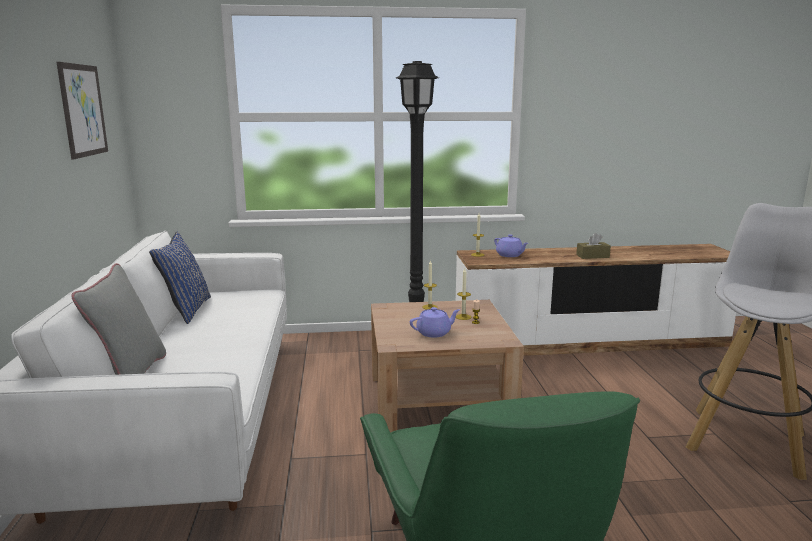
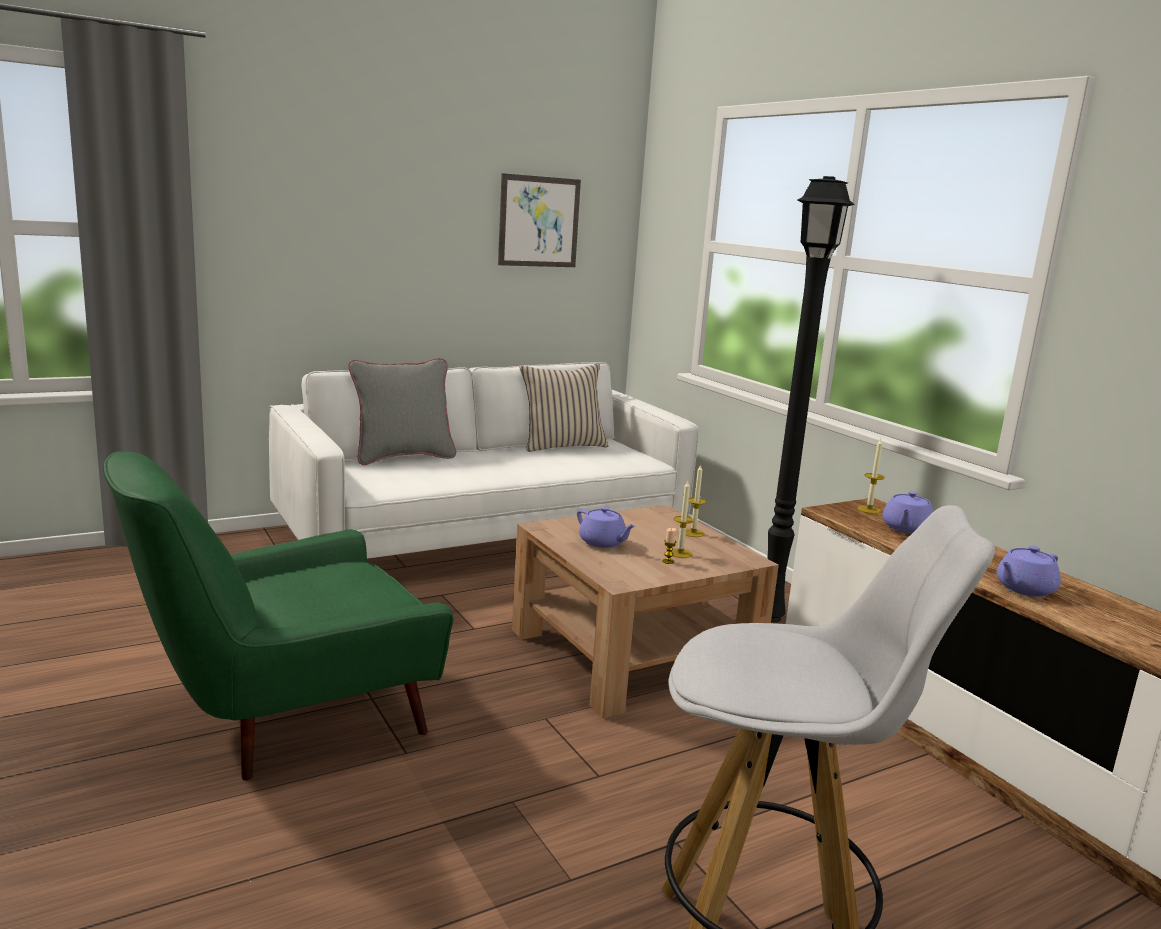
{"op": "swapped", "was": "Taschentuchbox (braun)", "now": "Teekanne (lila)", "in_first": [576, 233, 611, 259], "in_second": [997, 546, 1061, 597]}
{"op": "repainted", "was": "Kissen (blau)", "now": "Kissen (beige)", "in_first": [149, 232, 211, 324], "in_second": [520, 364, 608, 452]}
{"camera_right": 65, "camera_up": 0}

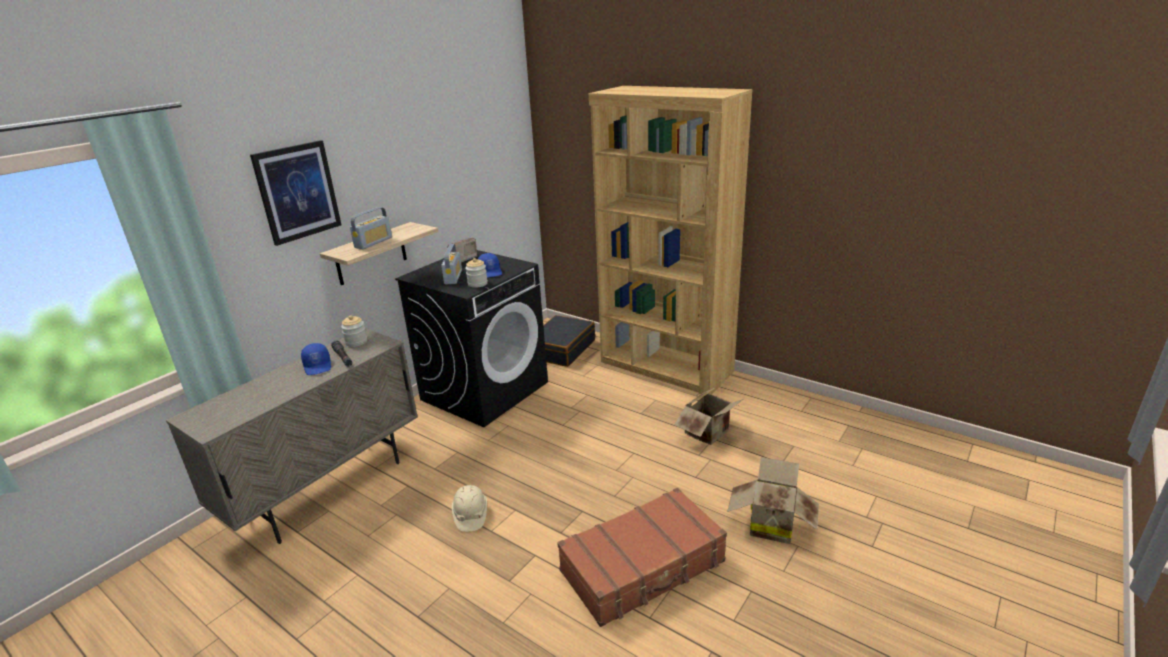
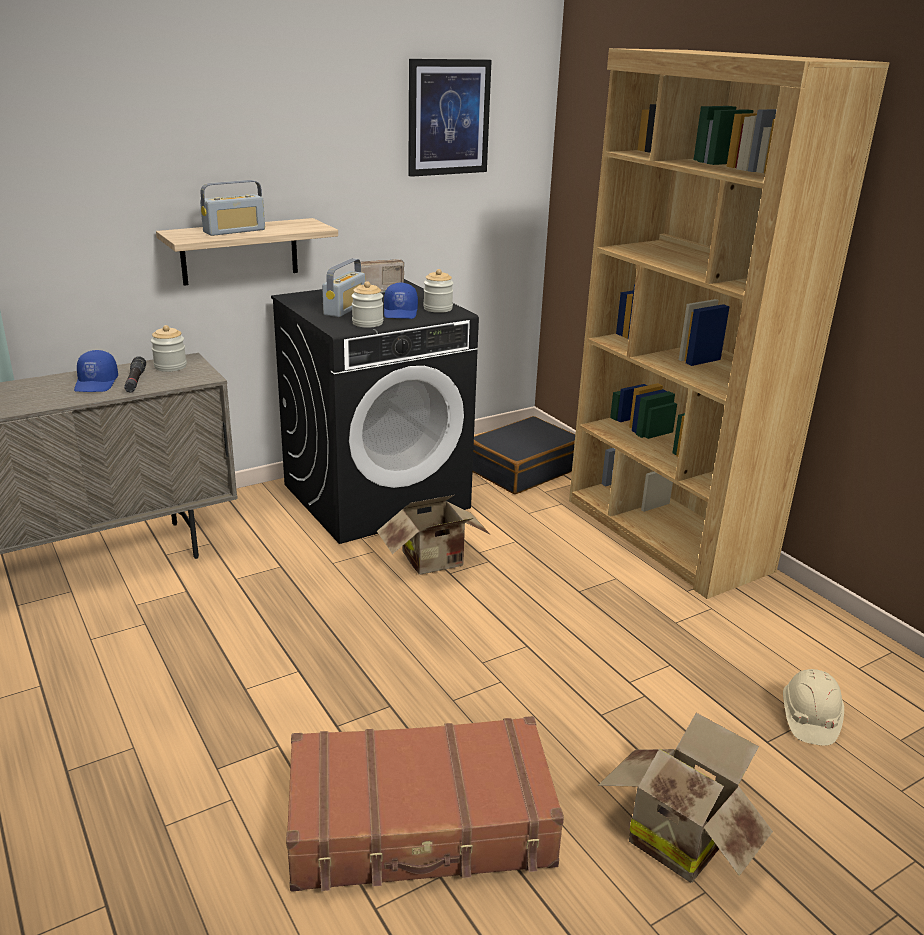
{"op": "new", "now": "Vorratsglas", "in_second": [423, 269, 453, 313]}
{"op": "shifted", "was": "Bild", "in_first": [250, 140, 342, 246], "in_second": [408, 59, 492, 177]}
{"op": "shifted", "was": "Schutzhelm (beige)", "in_first": [452, 485, 487, 532], "in_second": [783, 669, 844, 746]}
{"op": "shifted", "was": "Karton", "in_first": [675, 388, 743, 445], "in_second": [377, 495, 490, 575]}
{"camera_right": 20, "camera_up": 0}

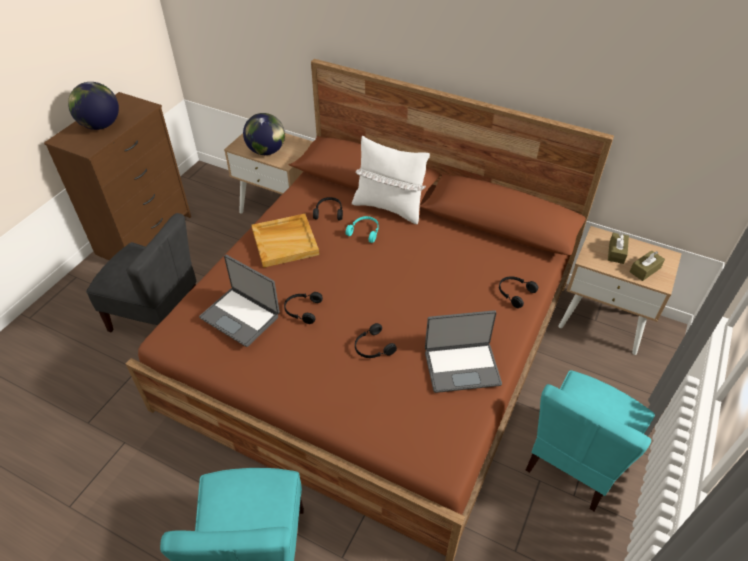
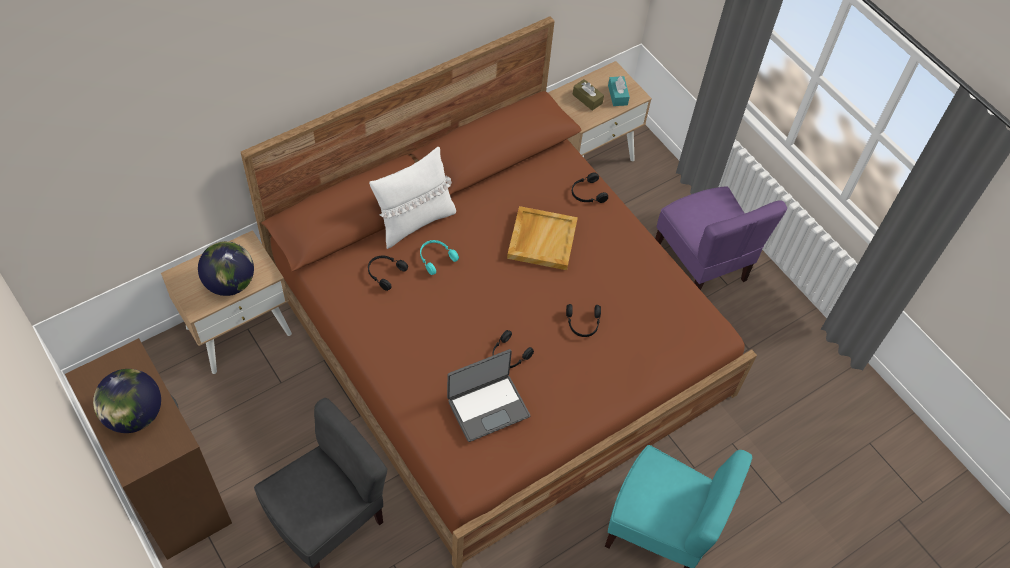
{"op": "gone", "was": "Laptop", "in_first": [425, 310, 502, 393]}
{"op": "shifted", "was": "Tablett (beige)", "in_first": [252, 214, 319, 268], "in_second": [507, 206, 578, 270]}
{"op": "repainted", "was": "Stuhl (türkis)", "now": "Stuhl (lila)", "in_first": [526, 370, 655, 511], "in_second": [655, 186, 787, 290]}
{"op": "repainted", "was": "Taschentuchbox (braun)", "now": "Taschentuchbox (türkis)", "in_first": [630, 250, 665, 281], "in_second": [608, 76, 630, 106]}
{"camera_right": -65, "camera_up": 10}

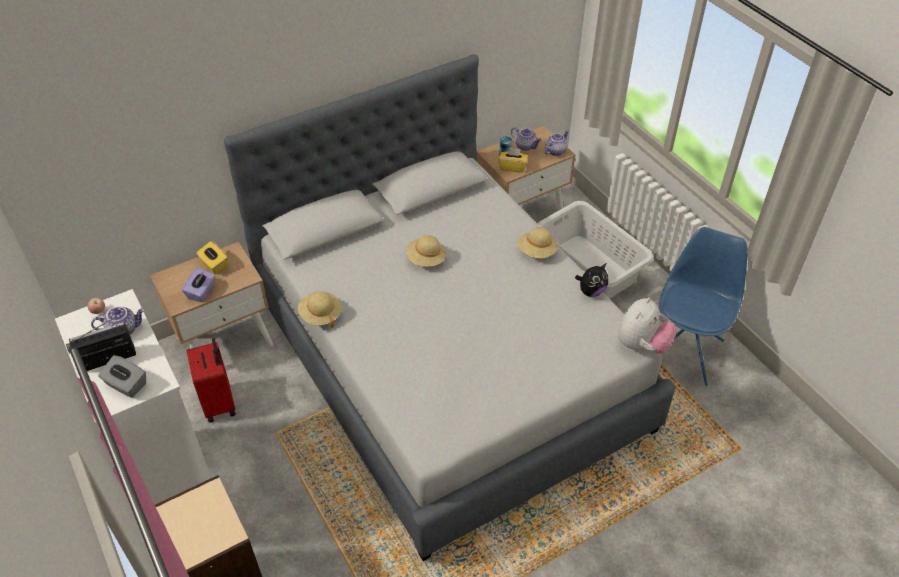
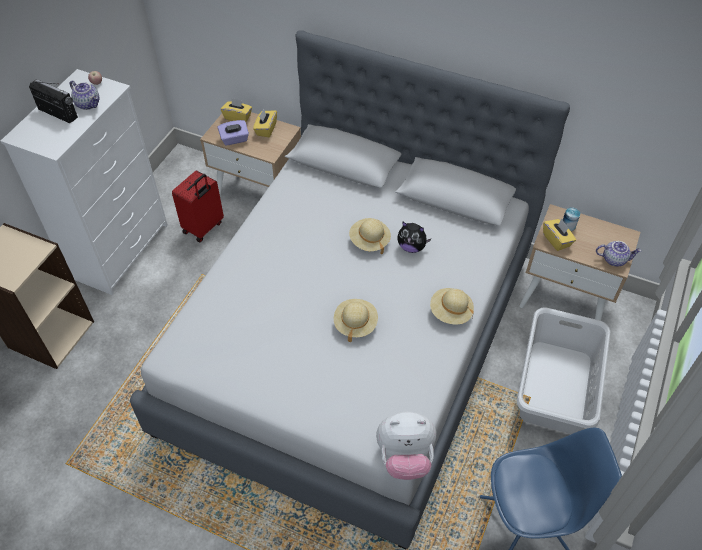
{"op": "gone", "was": "Taschentuchbox (grau)", "in_first": [98, 355, 146, 398]}
{"op": "gone", "was": "Teekanne", "in_first": [511, 127, 542, 151]}
{"op": "new", "now": "Taschentuchbox (gelb)", "in_second": [221, 98, 252, 122]}
{"op": "shifted", "was": "Hut (beige)", "in_first": [298, 291, 342, 328], "in_second": [334, 299, 378, 343]}
{"op": "shifted", "was": "Plüschtier", "in_first": [575, 263, 608, 297], "in_second": [397, 221, 431, 253]}
{"camera_right": 55, "camera_up": 5}

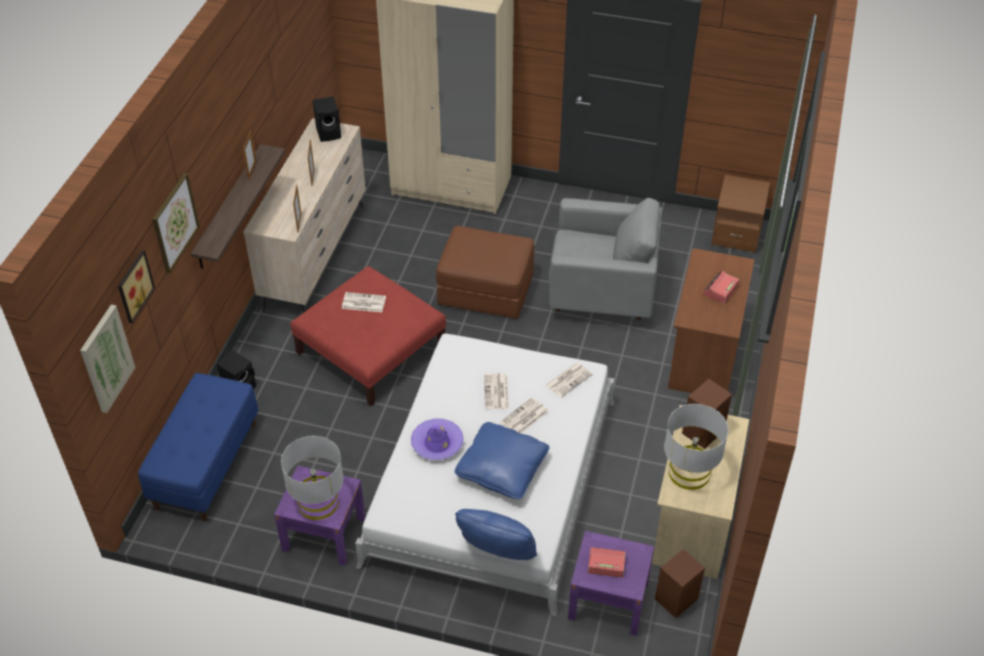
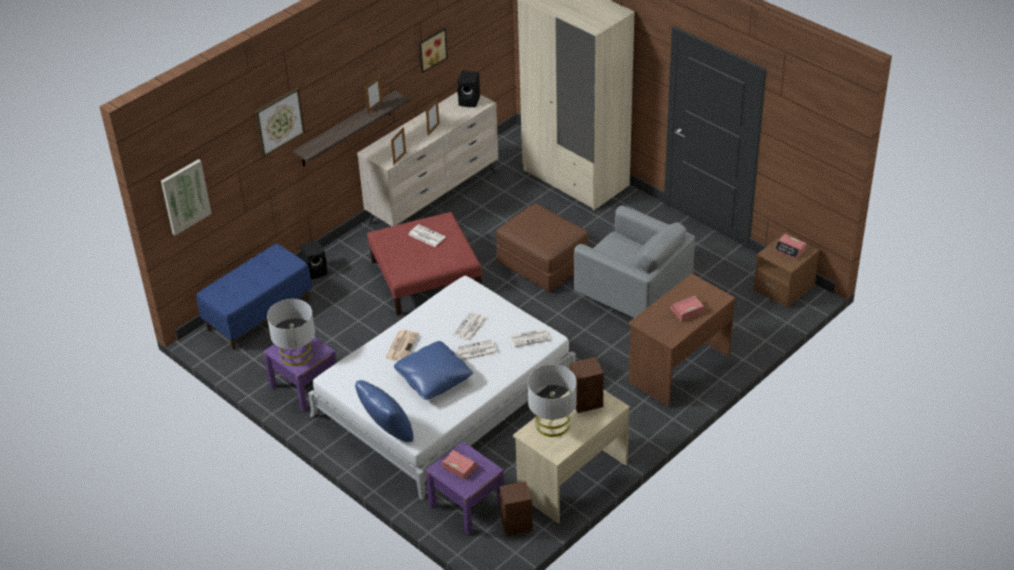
{"op": "new", "now": "Wecker", "in_second": [774, 234, 807, 259]}
{"op": "shifted", "was": "Bild", "in_first": [118, 250, 155, 323], "in_second": [419, 28, 448, 73]}
{"op": "swapped", "was": "Hut (lila)", "now": "Zeitung", "in_first": [411, 419, 464, 460], "in_second": [385, 330, 419, 361]}
{"camera_right": 30, "camera_up": -5}

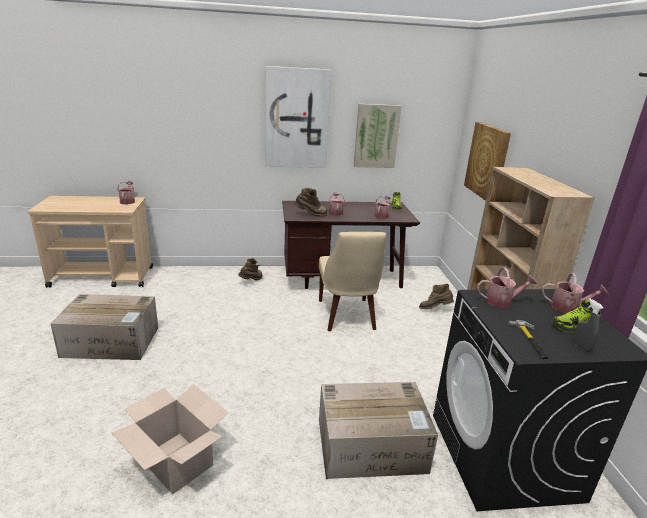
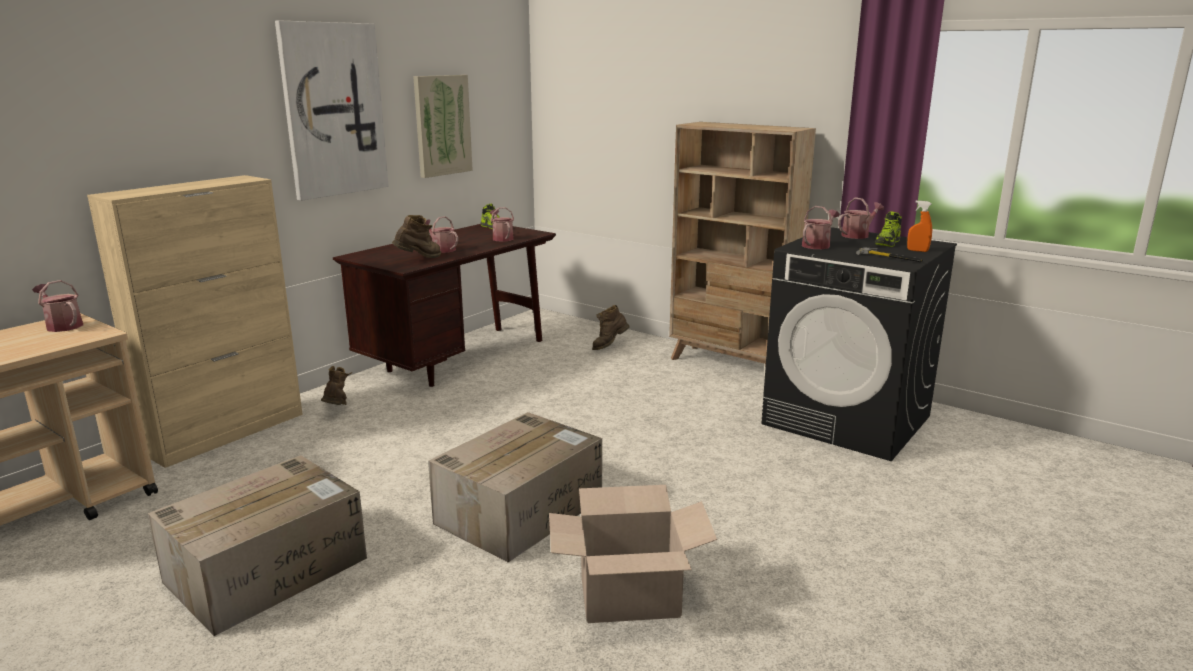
{"op": "gone", "was": "Stuhl (beige)", "in_first": [319, 232, 386, 331]}
{"op": "gone", "was": "Bild", "in_first": [464, 122, 511, 201]}
{"op": "new", "now": "Schrank (beige)", "in_second": [87, 175, 303, 468]}
{"op": "shifted", "was": "Karton", "in_first": [319, 382, 438, 479], "in_second": [428, 412, 602, 562]}
{"op": "repainted", "was": "Sprühflasche (grau)", "now": "Sprühflasche (orange)", "in_first": [573, 298, 603, 352], "in_second": [907, 200, 932, 252]}
{"camera_right": -45, "camera_up": -5}

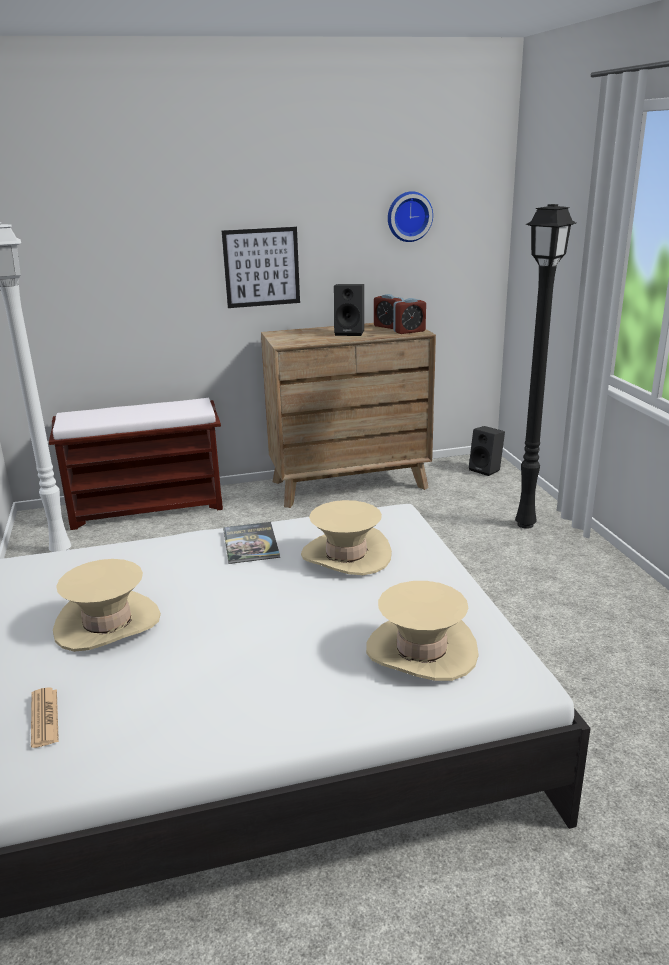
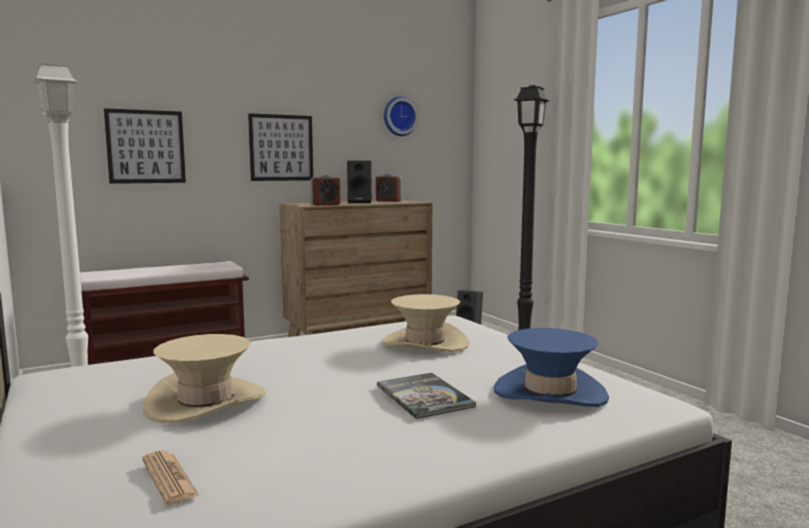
{"op": "new", "now": "Bild", "in_second": [104, 108, 186, 184]}
{"op": "shifted", "was": "Buch", "in_first": [223, 522, 280, 564], "in_second": [377, 373, 477, 419]}
{"op": "shifted", "was": "Wecker", "in_first": [393, 298, 426, 334], "in_second": [311, 174, 340, 206]}
{"op": "repainted", "was": "Hut (beige)", "now": "Hut (blau)", "in_first": [366, 581, 479, 681], "in_second": [494, 328, 609, 407]}
{"camera_right": -15, "camera_up": -15}

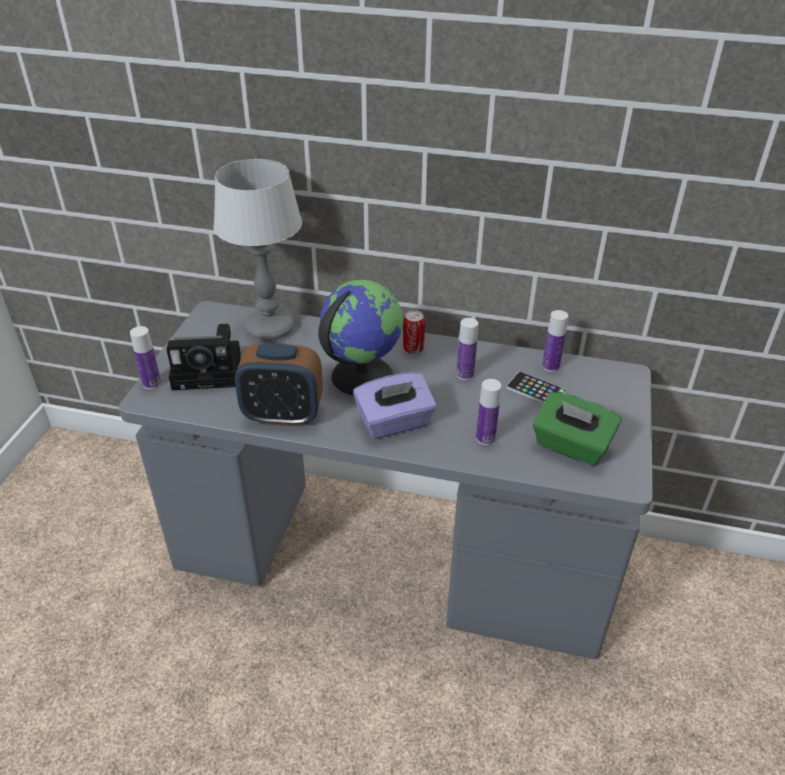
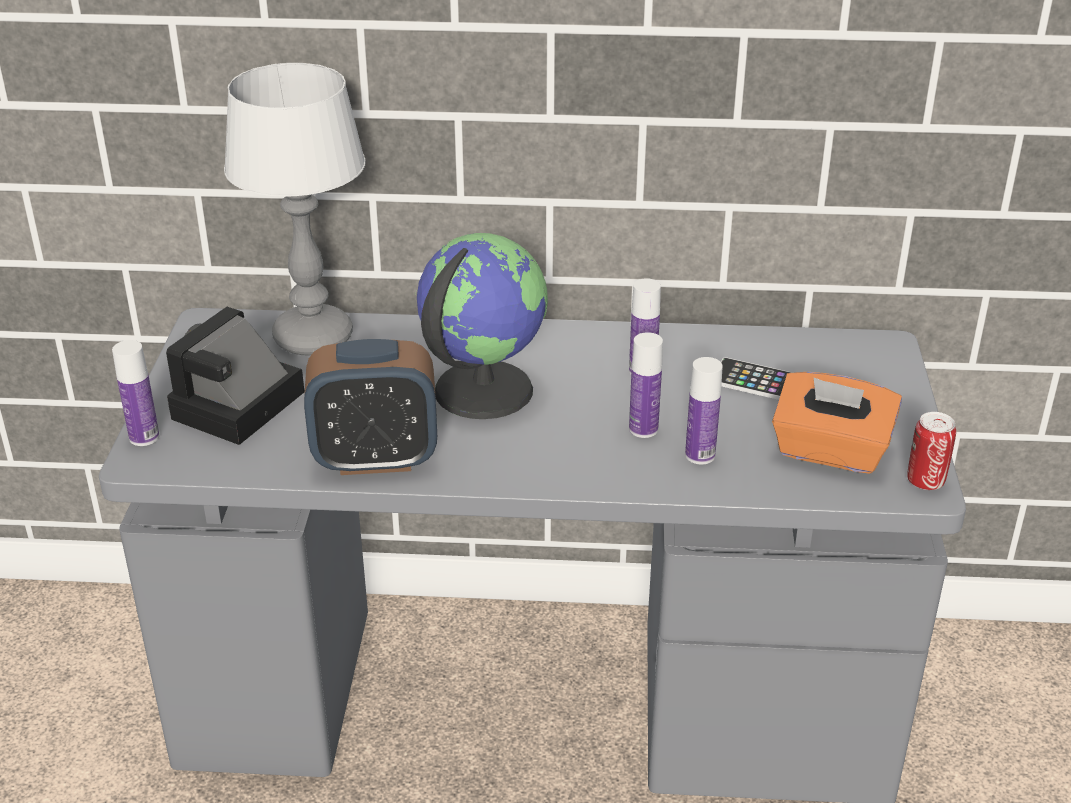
{"op": "gone", "was": "Taschentuchbox (lila)", "in_first": [353, 372, 437, 439]}
{"op": "shifted", "was": "Dose", "in_first": [403, 310, 425, 354], "in_second": [907, 412, 956, 490]}
{"op": "shifted", "was": "Flasche", "in_first": [542, 310, 568, 372], "in_second": [629, 332, 663, 438]}
{"op": "repainted", "was": "Taschentuchbox (grün)", "now": "Taschentuchbox (orange)", "in_first": [533, 392, 622, 466], "in_second": [772, 372, 902, 474]}
{"op": "rotated", "was": "Kamera", "in_first": [166, 324, 241, 390], "in_second": [166, 307, 305, 445], "clockwise": 135}
{"camera_right": -10, "camera_up": -5}

